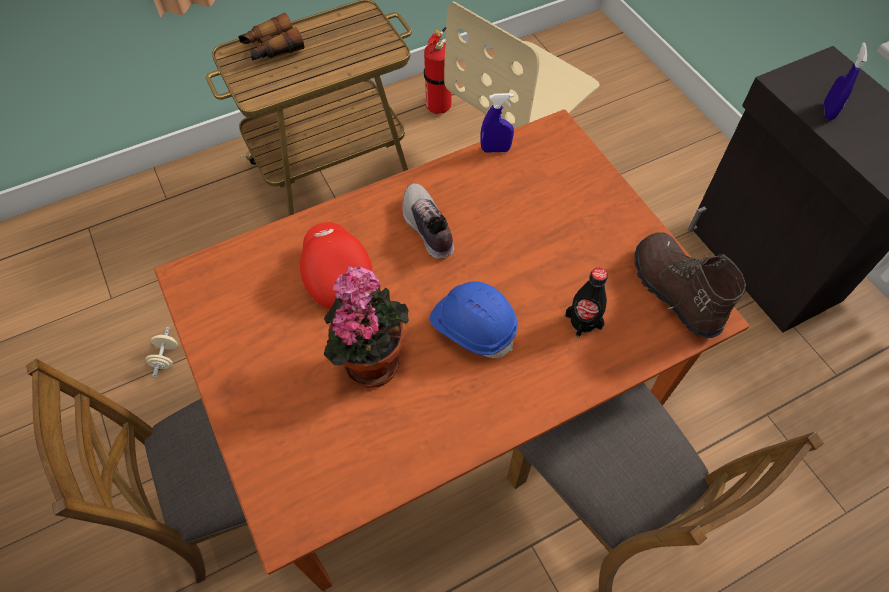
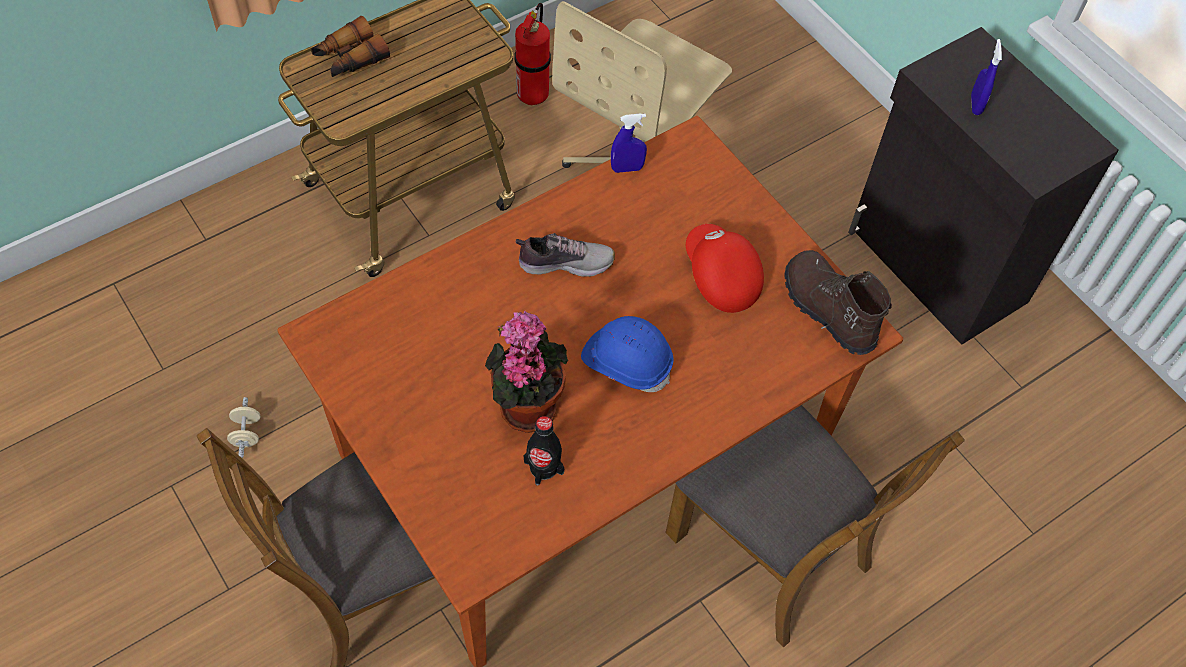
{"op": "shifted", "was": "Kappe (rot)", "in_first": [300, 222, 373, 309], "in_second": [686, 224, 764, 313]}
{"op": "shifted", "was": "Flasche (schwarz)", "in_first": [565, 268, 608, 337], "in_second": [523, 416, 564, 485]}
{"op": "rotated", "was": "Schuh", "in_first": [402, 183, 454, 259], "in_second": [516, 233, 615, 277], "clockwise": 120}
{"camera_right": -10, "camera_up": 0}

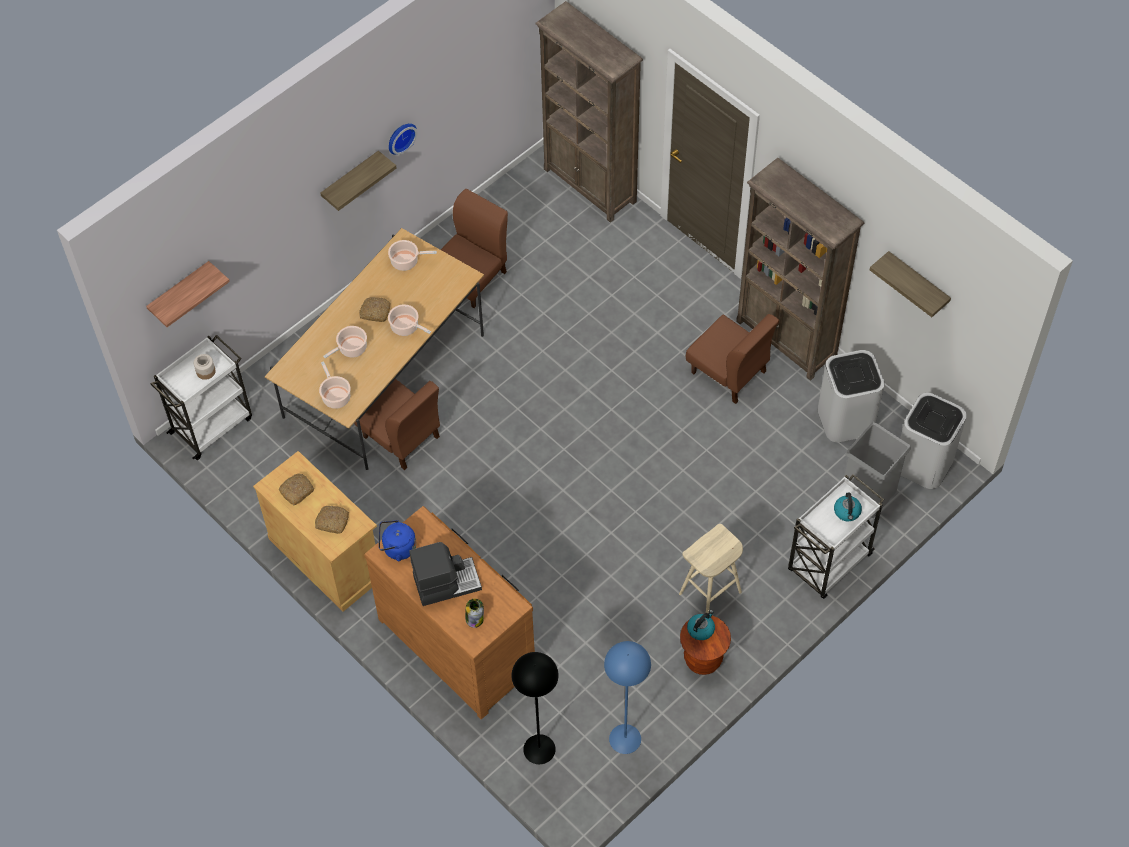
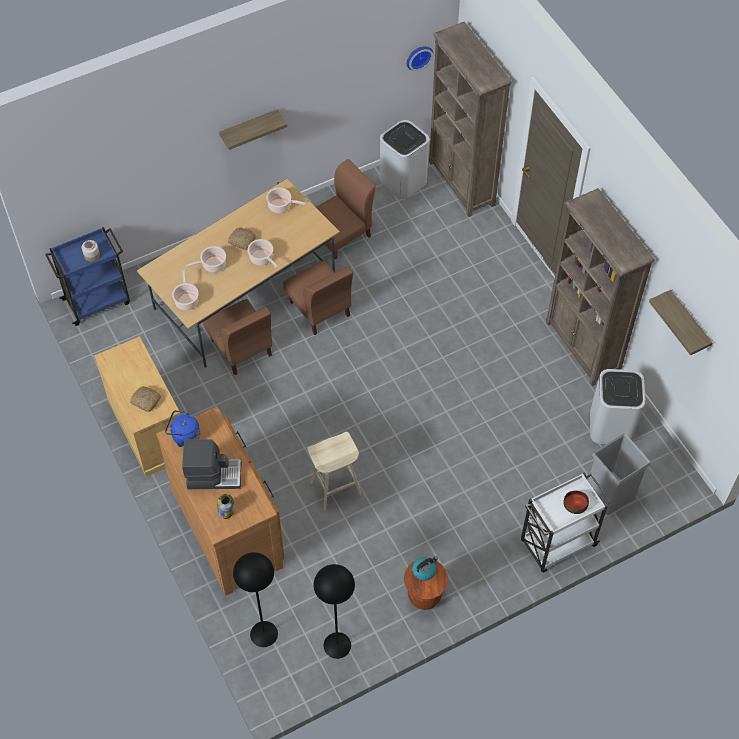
{"op": "gone", "was": "Wandregal", "in_first": [146, 261, 230, 327]}
{"op": "gone", "was": "Brot", "in_first": [279, 473, 314, 505]}
{"op": "shifted", "was": "Wanduhr", "in_first": [389, 123, 418, 155], "in_second": [407, 46, 433, 71]}
{"op": "shifted", "was": "Hocker (beige)", "in_first": [679, 524, 743, 613], "in_second": [307, 432, 362, 510]}
{"op": "shifted", "was": "Stuhl (braun)", "in_first": [686, 314, 779, 404], "in_second": [283, 260, 353, 335]}
{"op": "shifted", "was": "Mülleimer (weiß)", "in_first": [900, 393, 967, 489], "in_second": [380, 120, 429, 199]}
{"op": "swapped", "was": "Wasserkessel", "now": "Schüssel", "in_first": [834, 493, 862, 522], "in_second": [563, 491, 589, 514]}
{"op": "repainted", "was": "Rollwagen (weiß)", "now": "Rollwagen (blau)", "in_first": [151, 335, 252, 460], "in_second": [45, 227, 130, 326]}
{"op": "repainted", "was": "Stehlampe (blau)", "now": "Stehlampe (schwarz)", "in_first": [604, 641, 651, 754], "in_second": [314, 564, 355, 659]}
{"camera_right": 15, "camera_up": 0}

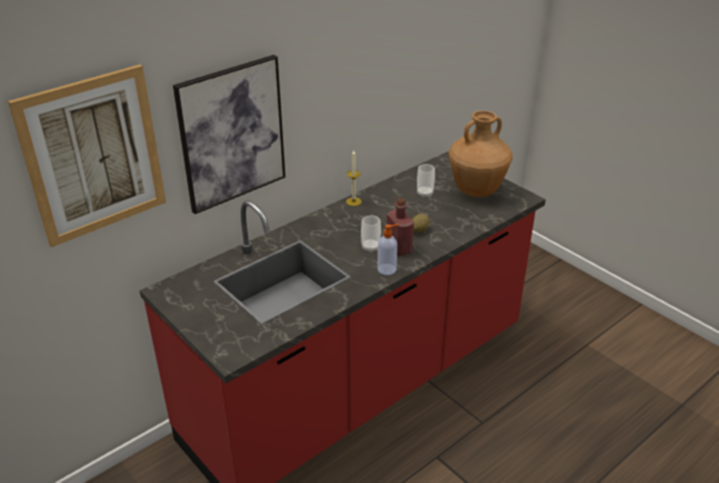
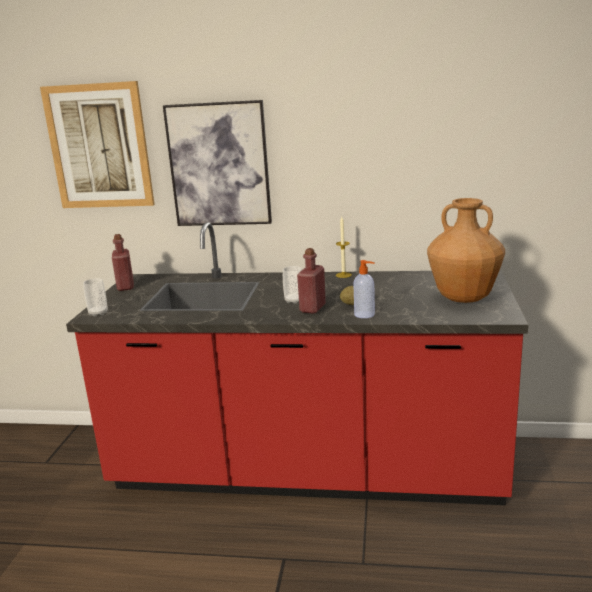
{"op": "new", "now": "Flasche (rot)", "in_second": [112, 234, 134, 291]}
{"op": "shifted", "was": "Seifenspender", "in_first": [377, 224, 399, 275], "in_second": [353, 260, 375, 318]}
{"op": "shifted", "was": "Tasse", "in_first": [417, 164, 435, 197], "in_second": [83, 278, 108, 317]}
{"camera_right": 50, "camera_up": -15}

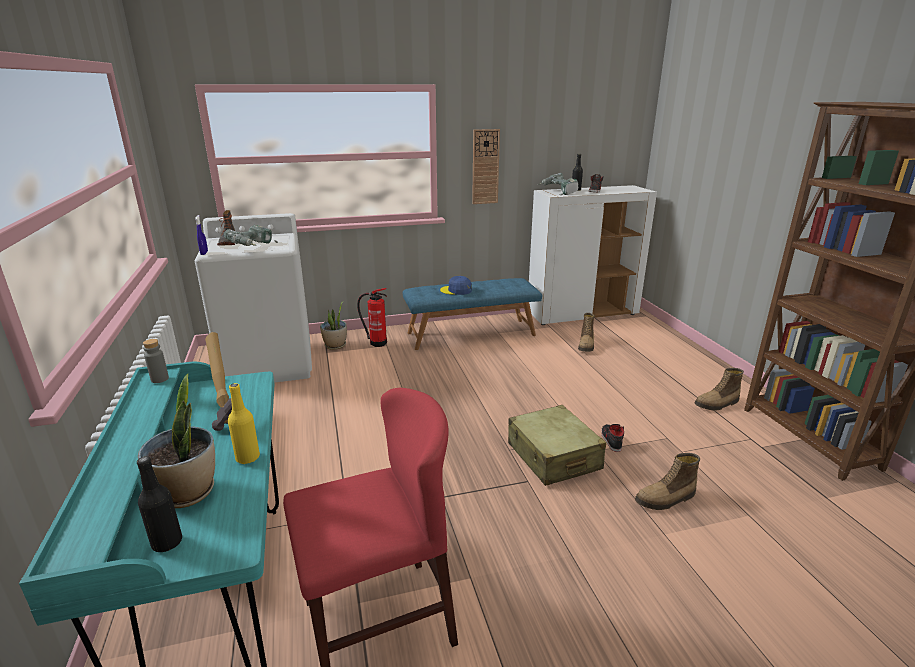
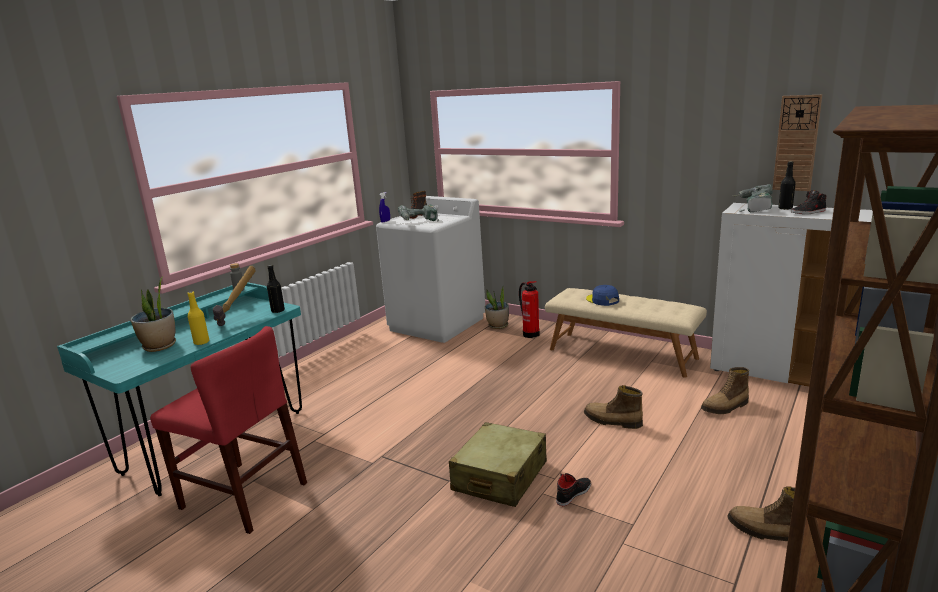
{"op": "shifted", "was": "Flasche (schwarz)", "in_first": [137, 456, 182, 552], "in_second": [267, 265, 285, 313]}
{"op": "shifted", "was": "Wanduhr", "in_first": [472, 129, 500, 204], "in_second": [772, 95, 822, 191]}
{"op": "shifted", "was": "Stiefel", "in_first": [635, 453, 700, 510], "in_second": [584, 385, 643, 429]}
{"op": "repainted", "was": "Bank (blau)", "now": "Bank (beige)", "in_first": [403, 278, 542, 350], "in_second": [545, 288, 707, 378]}
{"camera_right": 50, "camera_up": -5}

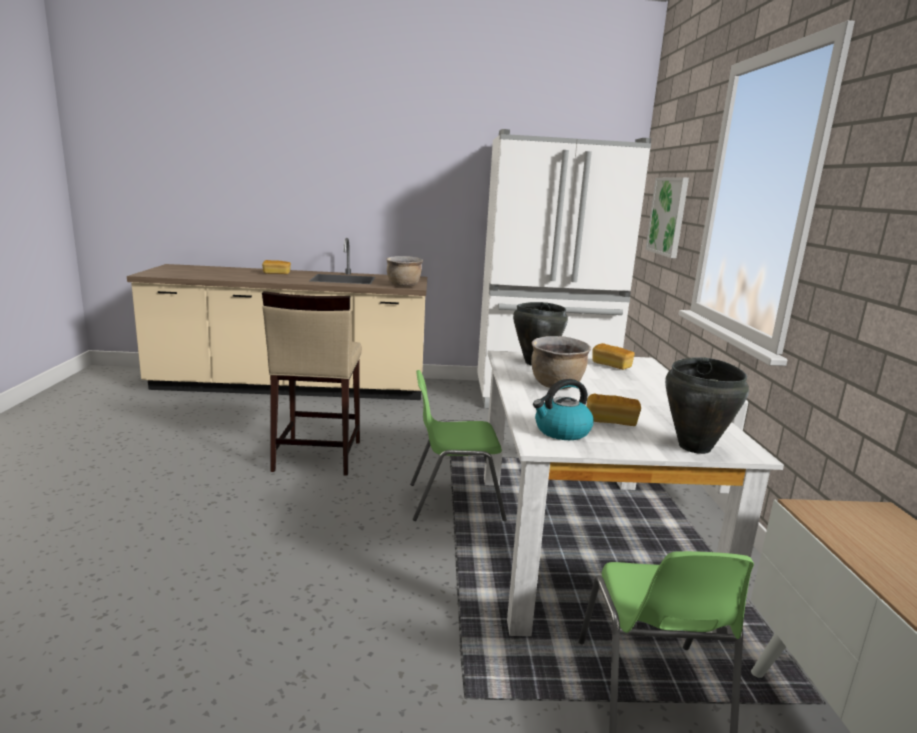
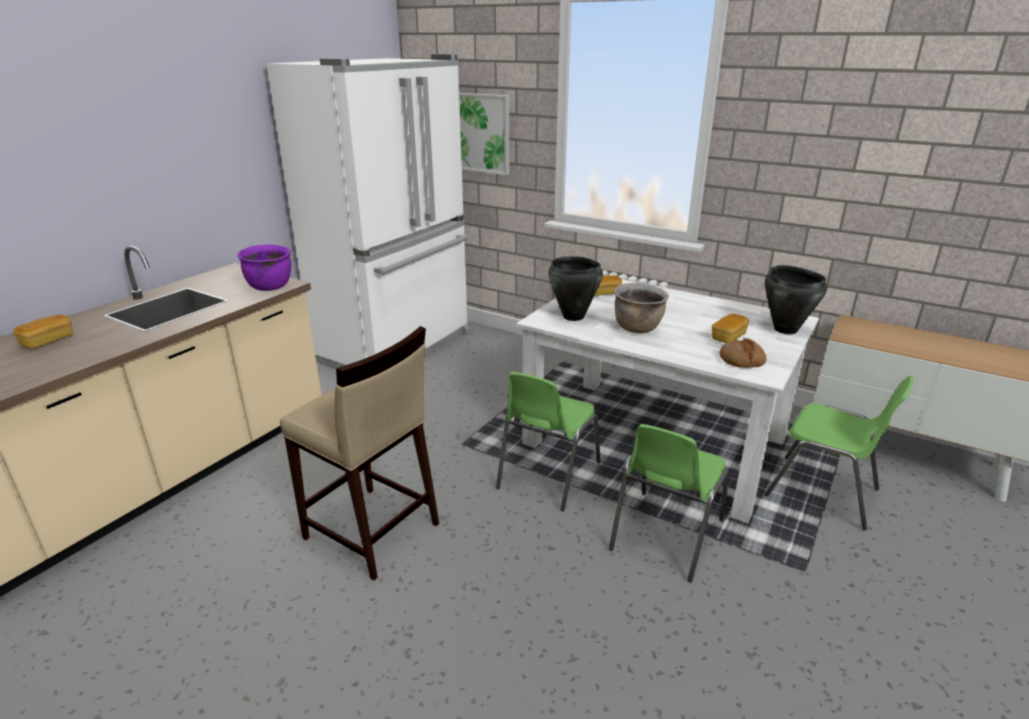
{"op": "new", "now": "Stuhl (grün)", "in_second": [609, 424, 729, 582]}
{"op": "swapped", "was": "Wasserkessel", "now": "Brot", "in_first": [533, 379, 594, 440], "in_second": [720, 338, 766, 368]}
{"op": "repainted", "was": "Kochtopf (braun)", "now": "Kochtopf (lila)", "in_first": [386, 256, 423, 287], "in_second": [237, 244, 291, 291]}
{"camera_right": -55, "camera_up": 10}

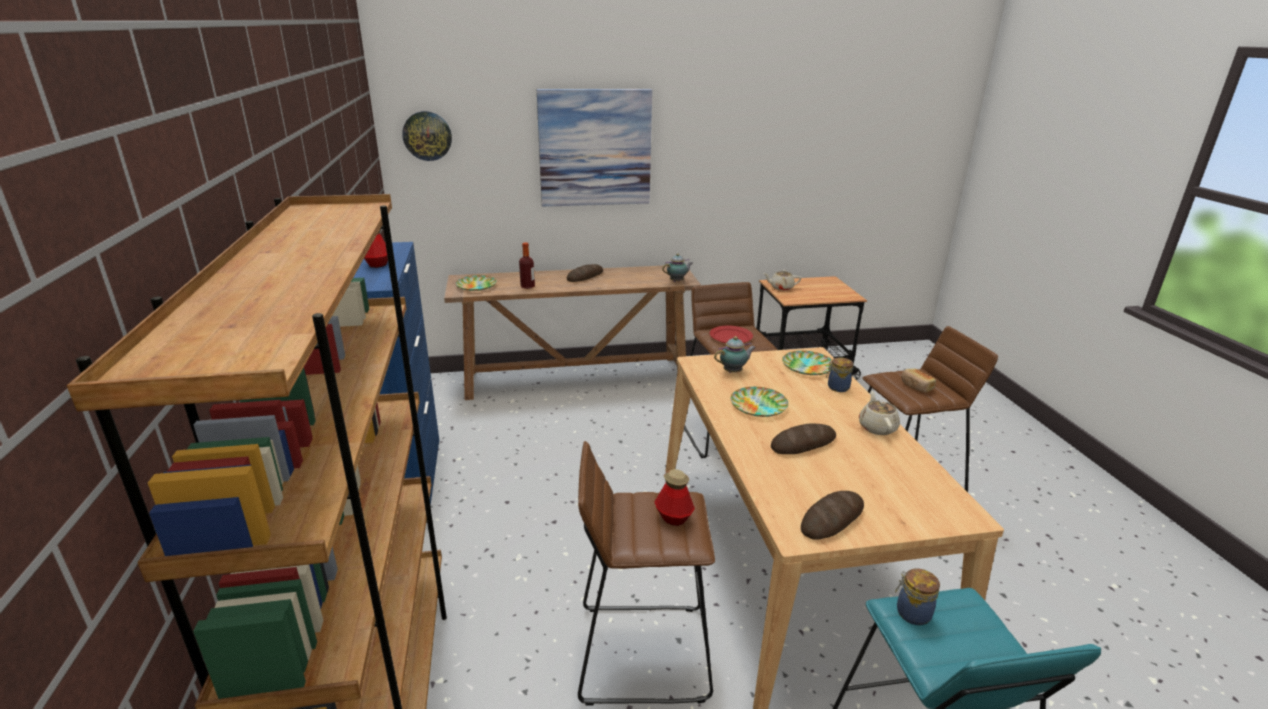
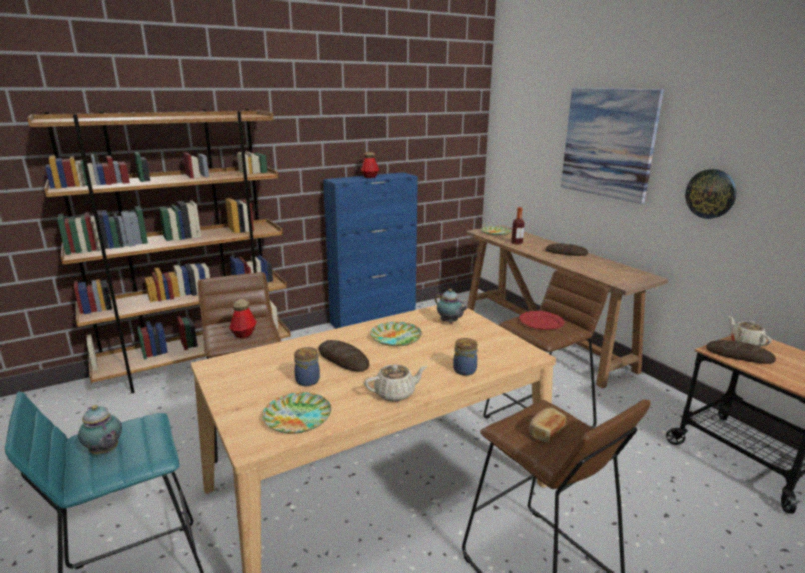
{"op": "shifted", "was": "Wanduhr", "in_first": [402, 111, 452, 161], "in_second": [685, 169, 736, 219]}
{"op": "shifted", "was": "Teekanne", "in_first": [662, 254, 693, 282], "in_second": [78, 405, 122, 454]}
{"op": "shifted", "was": "Teller", "in_first": [782, 351, 832, 375], "in_second": [262, 392, 331, 434]}
{"op": "shifted", "was": "Brot", "in_first": [801, 491, 864, 540], "in_second": [706, 340, 776, 364]}
{"op": "shifted", "was": "Vorratsglas", "in_first": [895, 569, 940, 625], "in_second": [294, 347, 320, 386]}
{"camera_right": 70, "camera_up": -5}

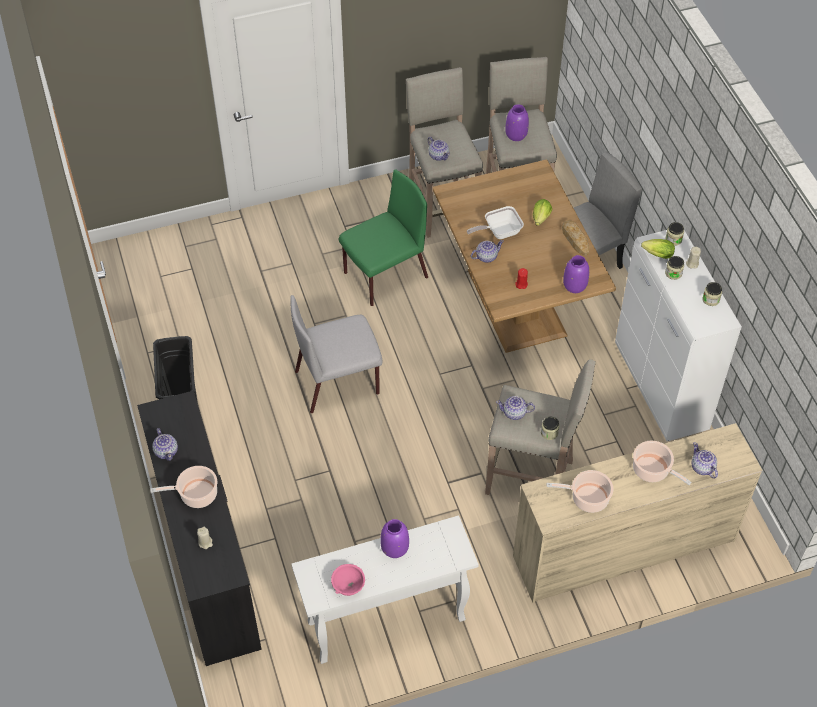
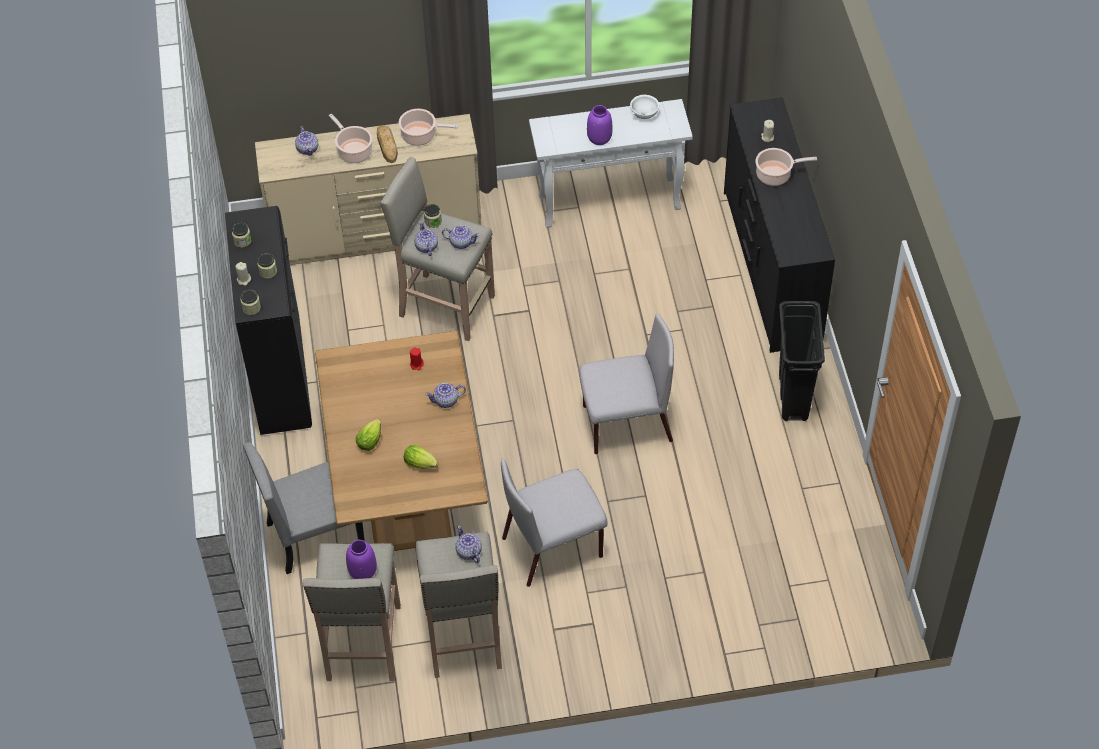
{"op": "gone", "was": "Pfanne", "in_first": [467, 206, 524, 239]}
{"op": "gone", "was": "Vase (lila)", "in_first": [563, 255, 589, 293]}
{"op": "shifted", "was": "Teekanne", "in_first": [152, 428, 178, 461], "in_second": [414, 222, 438, 256]}
{"op": "shifted", "was": "Brot", "in_first": [562, 220, 589, 256], "in_second": [377, 125, 398, 163]}
{"op": "shifted", "was": "Salatkopf", "in_first": [641, 239, 675, 259], "in_second": [404, 445, 439, 469]}
{"op": "repainted", "was": "Schüssel (rosa)", "now": "Schüssel (weiß)", "in_first": [331, 564, 365, 596], "in_second": [630, 95, 659, 119]}
{"op": "repainted", "was": "Stuhl (grün)", "now": "Stuhl (grau)", "in_first": [339, 169, 428, 306], "in_second": [501, 458, 608, 587]}
{"op": "repainted", "was": "Schrank (weiß)", "now": "Schrank (schwarz)", "in_first": [615, 230, 742, 442], "in_second": [225, 206, 312, 435]}
{"camera_right": -170, "camera_up": 0}

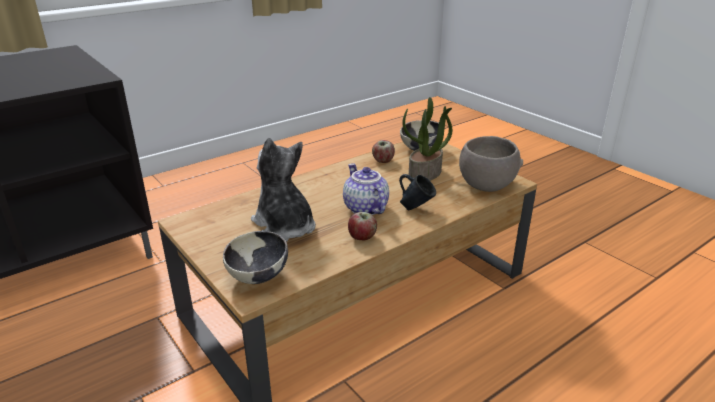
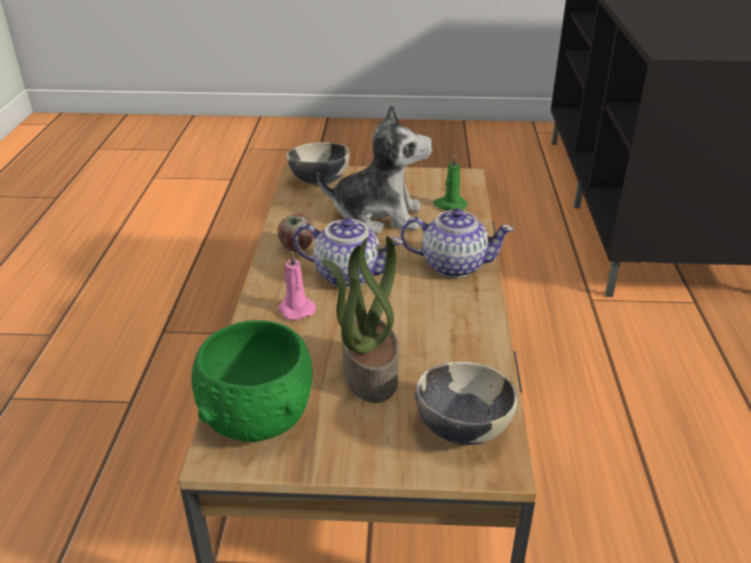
{"op": "gone", "was": "Apfel", "in_first": [372, 140, 395, 163]}
{"op": "new", "now": "Teekanne", "in_second": [401, 208, 514, 278]}
{"op": "new", "now": "Kerze (grün)", "in_second": [433, 154, 468, 211]}
{"op": "swapped", "was": "Henkelbecher (blau)", "now": "Kerze (rosa)", "in_first": [399, 174, 436, 211], "in_second": [278, 251, 316, 320]}
{"op": "repainted", "was": "Schüssel (grau)", "now": "Schüssel (grün)", "in_first": [459, 136, 523, 192], "in_second": [192, 320, 312, 442]}
{"camera_right": 130, "camera_up": 5}

